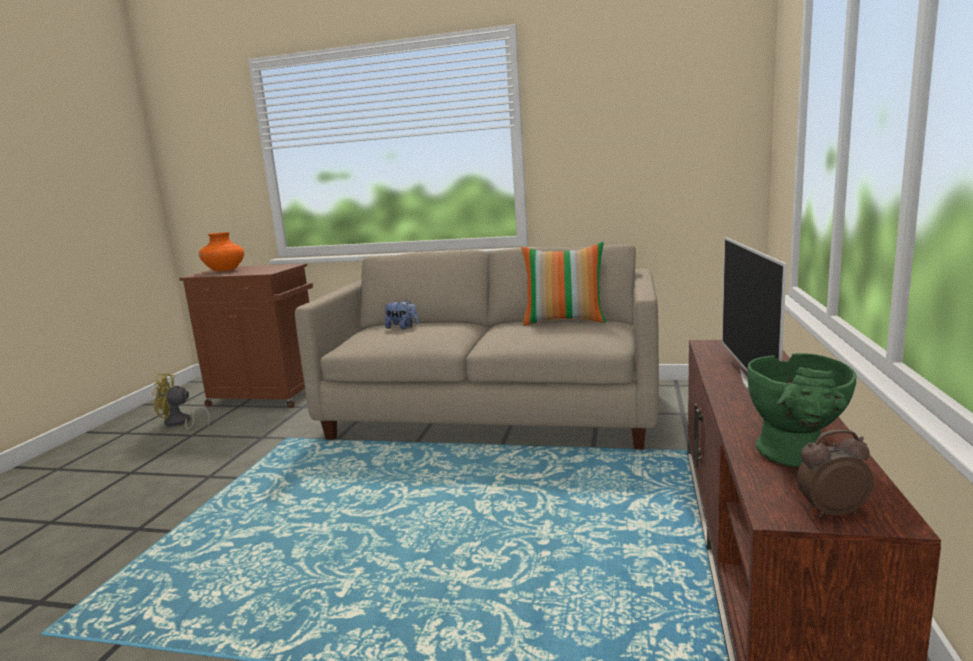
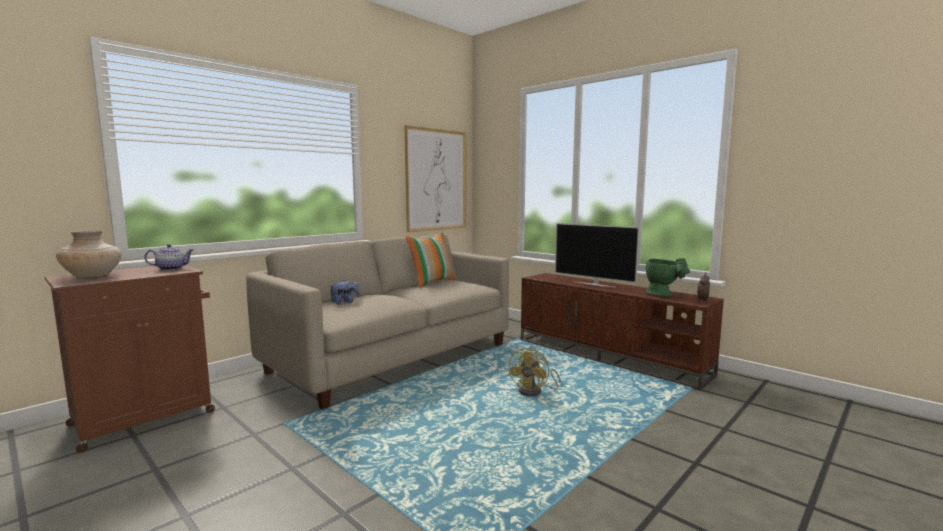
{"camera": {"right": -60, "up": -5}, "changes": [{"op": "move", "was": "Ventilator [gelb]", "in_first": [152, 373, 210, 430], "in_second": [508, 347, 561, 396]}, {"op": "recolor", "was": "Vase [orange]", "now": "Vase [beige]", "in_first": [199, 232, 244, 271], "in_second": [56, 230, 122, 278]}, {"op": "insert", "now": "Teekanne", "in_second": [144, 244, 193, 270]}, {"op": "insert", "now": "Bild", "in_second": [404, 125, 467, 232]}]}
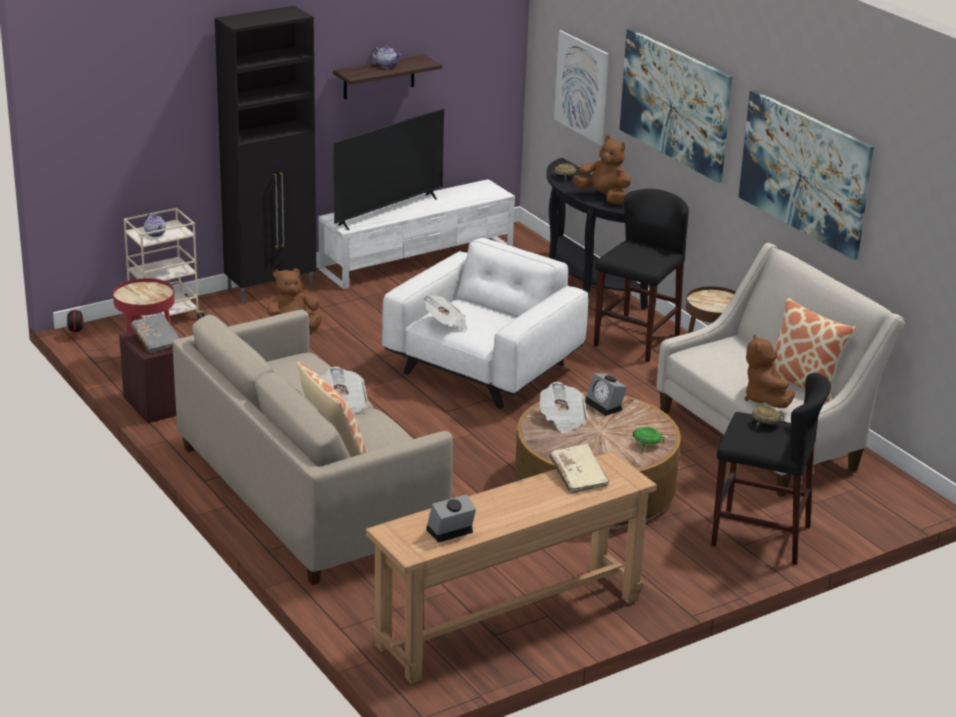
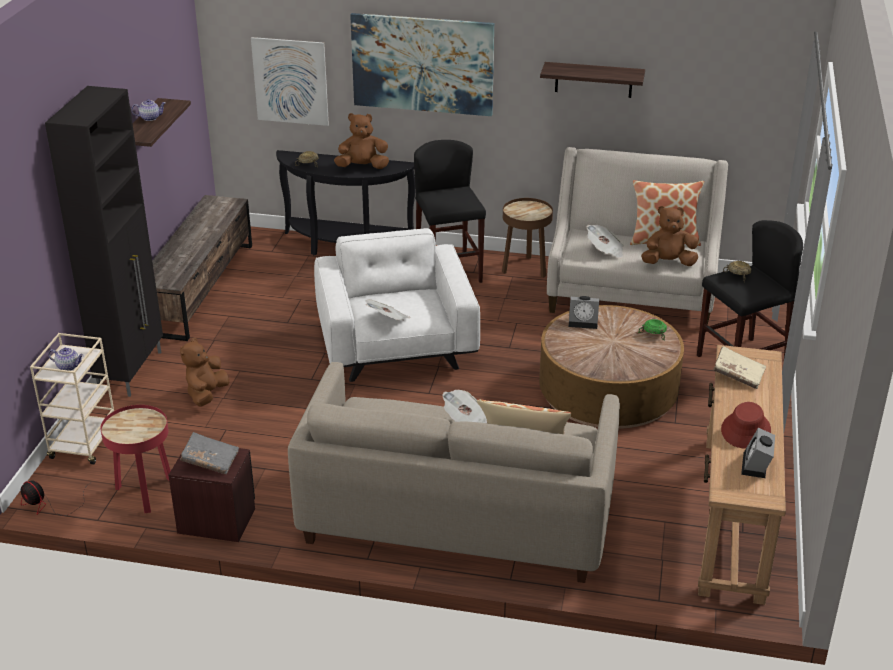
{"camera": {"right": -45, "up": 5}, "changes": [{"op": "recolor", "was": "Fernsehschrank [weiß]", "now": "Fernsehschrank [braun]", "in_first": [318, 179, 515, 289], "in_second": [152, 195, 252, 341]}, {"op": "delete", "was": "Fernseher", "in_first": [333, 109, 444, 230]}, {"op": "move", "was": "Zeitung", "in_first": [539, 382, 587, 433], "in_second": [587, 225, 624, 258]}, {"op": "replace", "was": "Bild", "now": "Wandregal", "in_first": [739, 90, 874, 260], "in_second": [540, 62, 645, 98]}, {"op": "rotate", "was": "Plüschtier [braun]", "in_first": [744, 334, 795, 408], "in_second": [641, 206, 699, 266], "clockwise": 135}, {"op": "insert", "now": "Hut [rot]", "in_second": [721, 402, 771, 449]}]}
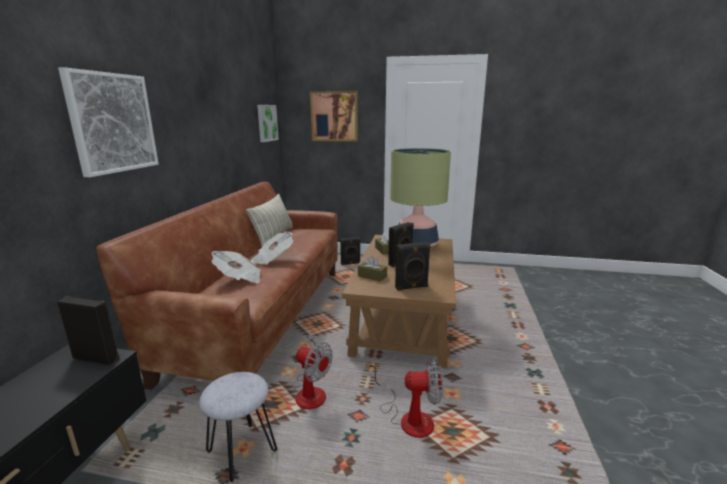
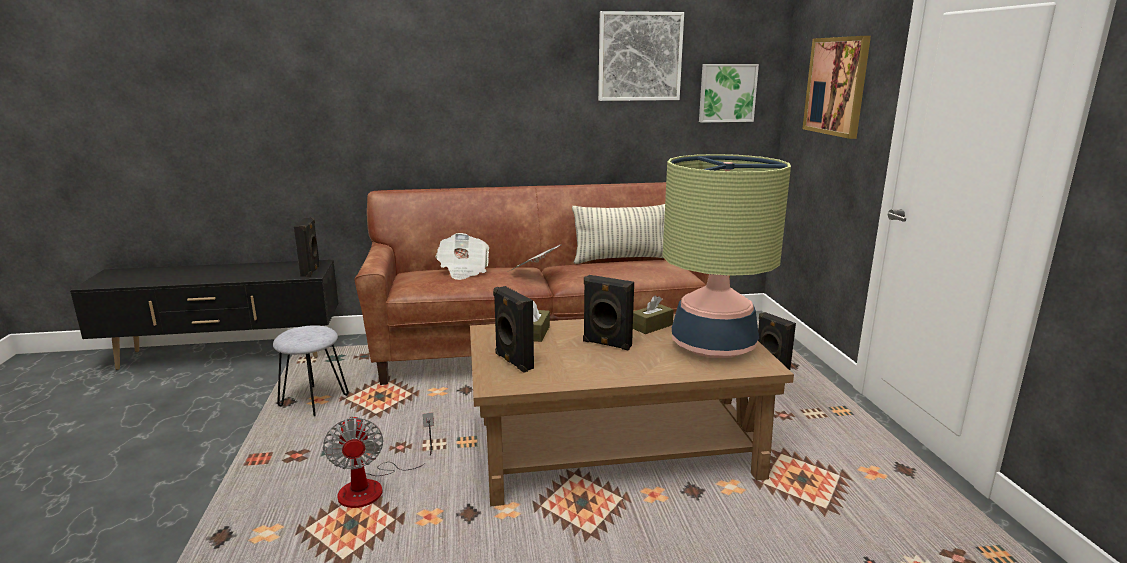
{"camera": {"right": 70, "up": 0}, "changes": [{"op": "move", "was": "Bild", "in_first": [58, 67, 159, 177], "in_second": [598, 11, 684, 101]}, {"op": "delete", "was": "Ventilator", "in_first": [294, 333, 333, 409]}]}
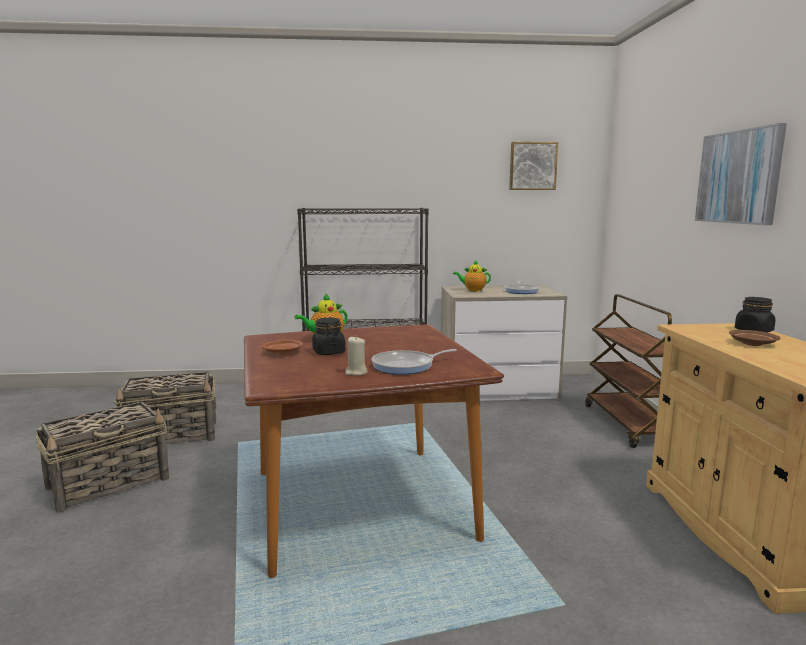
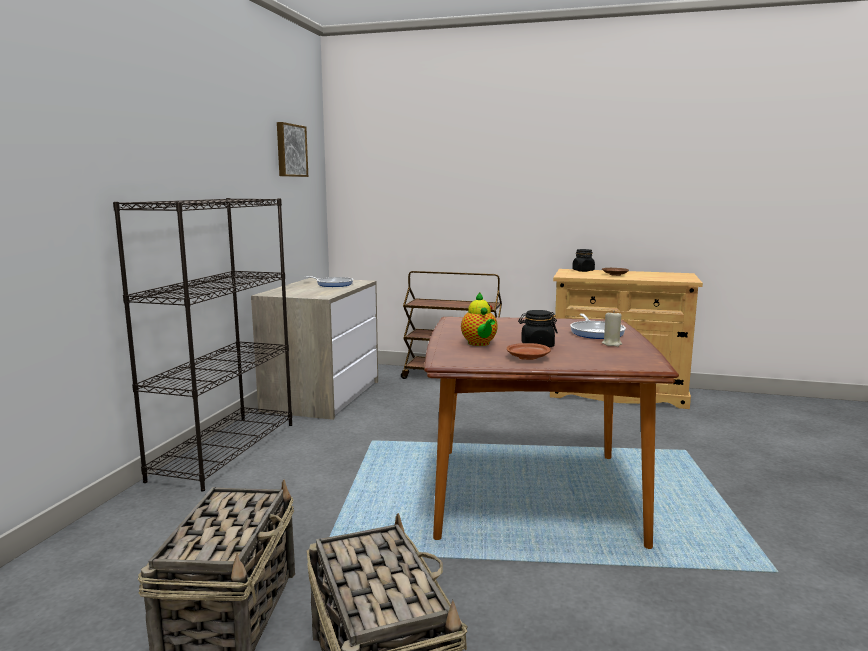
{"camera": {"right": -70, "up": 0}, "changes": [{"op": "delete", "was": "Teekanne", "in_first": [453, 260, 491, 292]}, {"op": "delete", "was": "Bild", "in_first": [695, 123, 787, 225]}]}
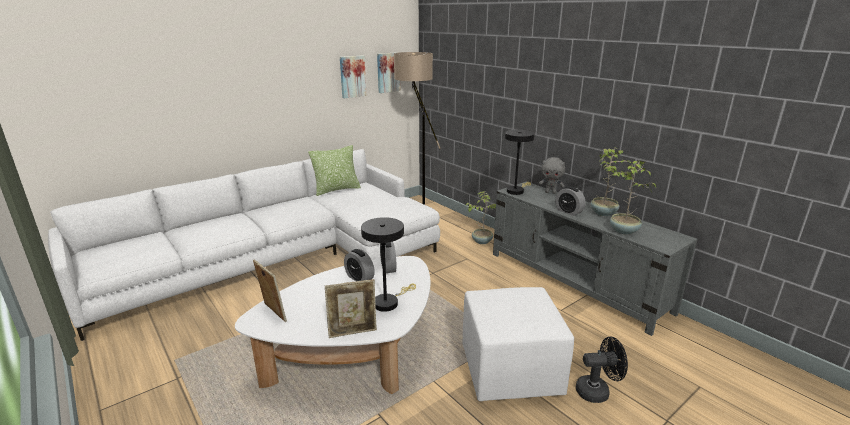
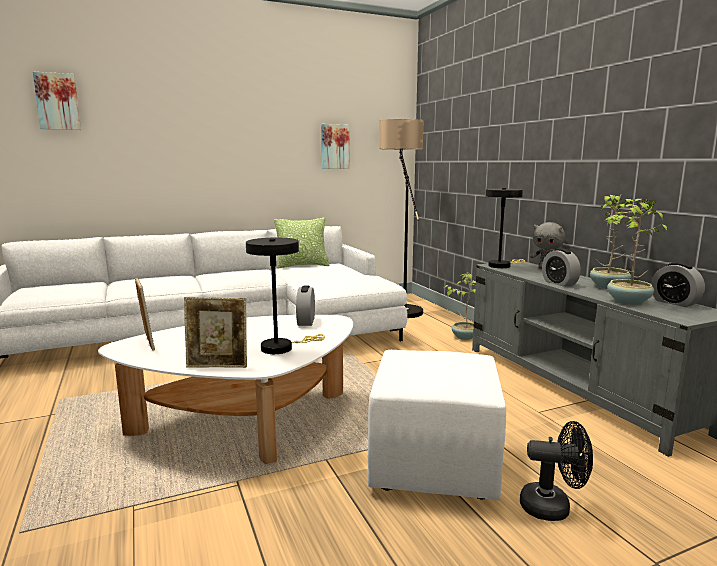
{"camera": {"right": 15, "up": -10}, "changes": [{"op": "move", "was": "Wecker", "in_first": [344, 249, 375, 281], "in_second": [651, 262, 705, 307]}, {"op": "move", "was": "Bild", "in_first": [377, 52, 401, 93], "in_second": [33, 72, 81, 130]}]}
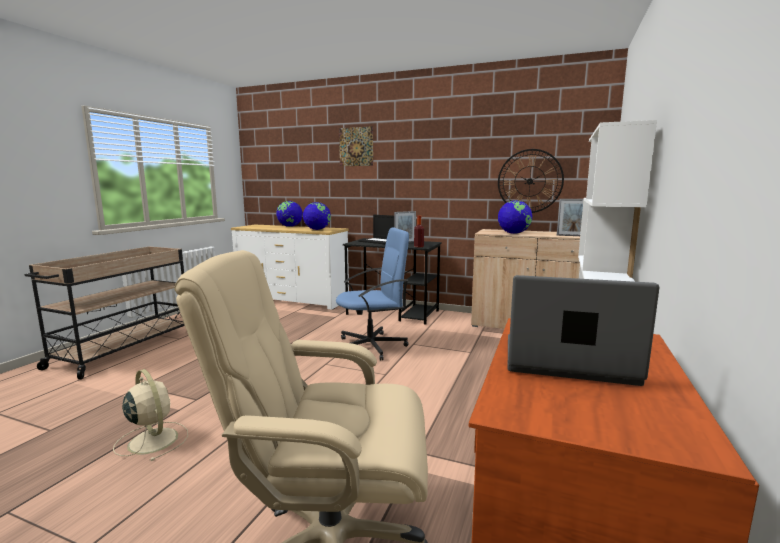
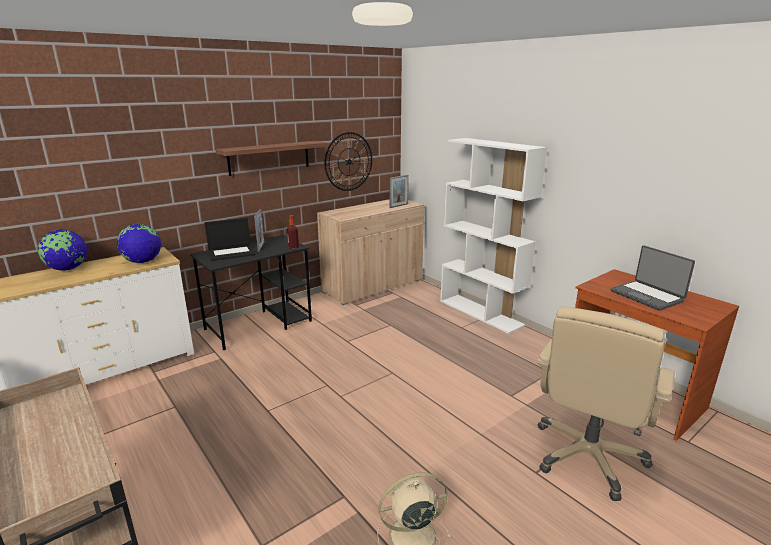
{"camera": {"right": -60, "up": 10}, "changes": [{"op": "delete", "was": "Bürostuhl [blau]", "in_first": [336, 227, 409, 360]}, {"op": "delete", "was": "Bild", "in_first": [339, 126, 373, 166]}, {"op": "delete", "was": "Globus", "in_first": [498, 200, 532, 234]}, {"op": "rotate", "was": "Laptop", "in_first": [508, 275, 660, 386], "in_second": [611, 245, 695, 311], "clockwise": -75}, {"op": "insert", "now": "Wandregal", "in_second": [216, 141, 326, 176]}]}
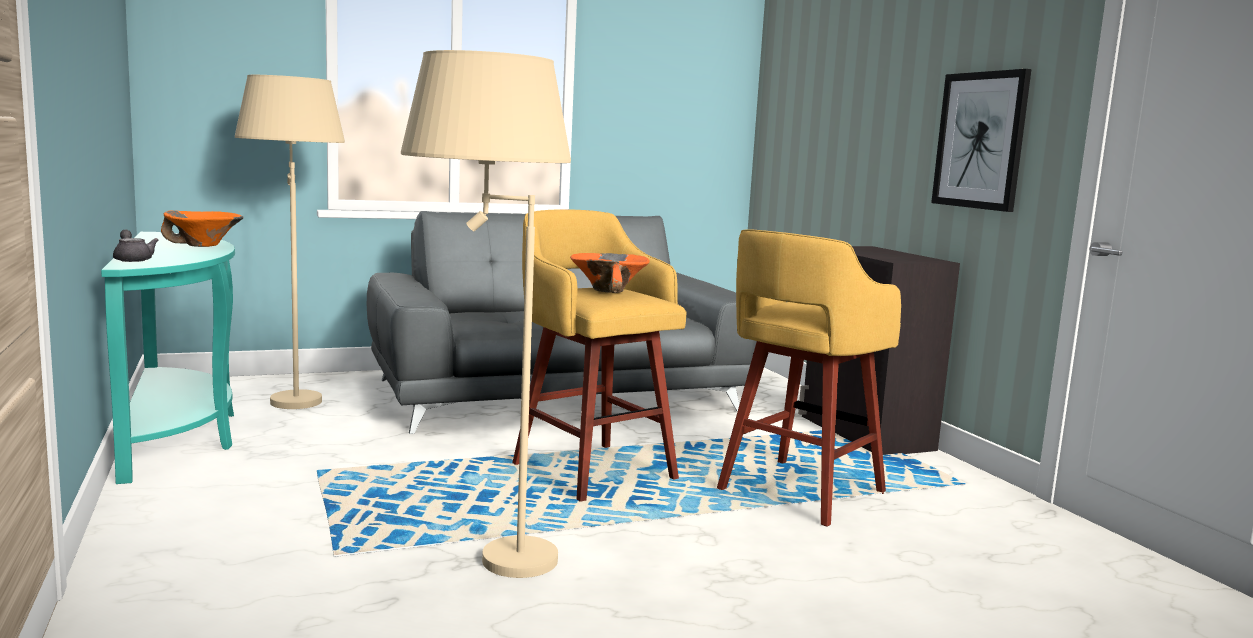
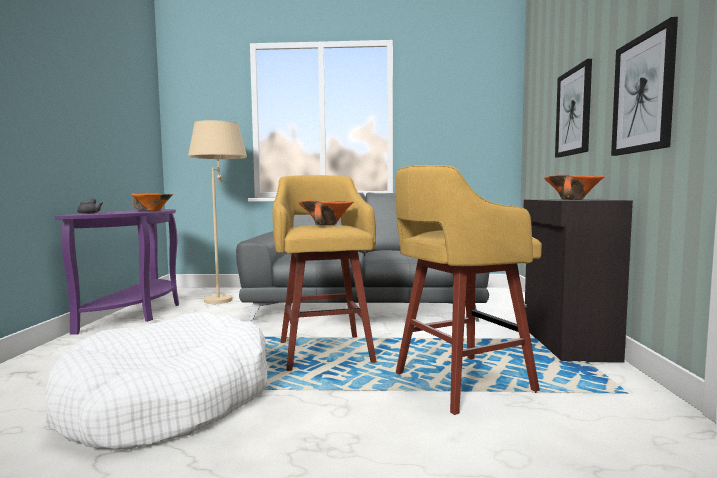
{"camera": {"right": 25, "up": -5}, "changes": [{"op": "recolor", "was": "Konsolentisch [türkis]", "now": "Konsolentisch [lila]", "in_first": [101, 232, 235, 484], "in_second": [55, 209, 179, 335]}, {"op": "replace", "was": "Stehlampe [beige]", "now": "Hundebett [weiß]", "in_first": [401, 50, 571, 578], "in_second": [44, 311, 268, 450]}, {"op": "insert", "now": "Schüssel [orange]", "in_second": [544, 175, 605, 200]}, {"op": "insert", "now": "Bild", "in_second": [555, 59, 592, 158]}]}
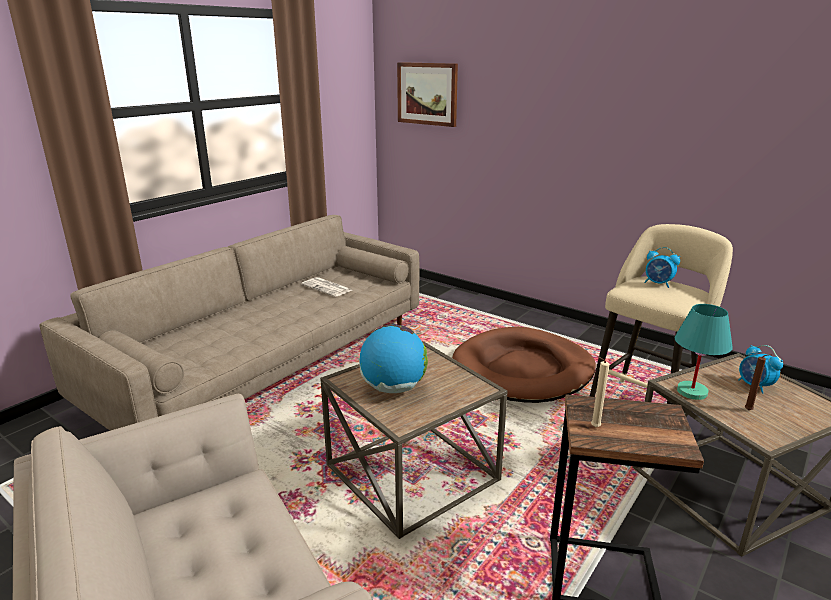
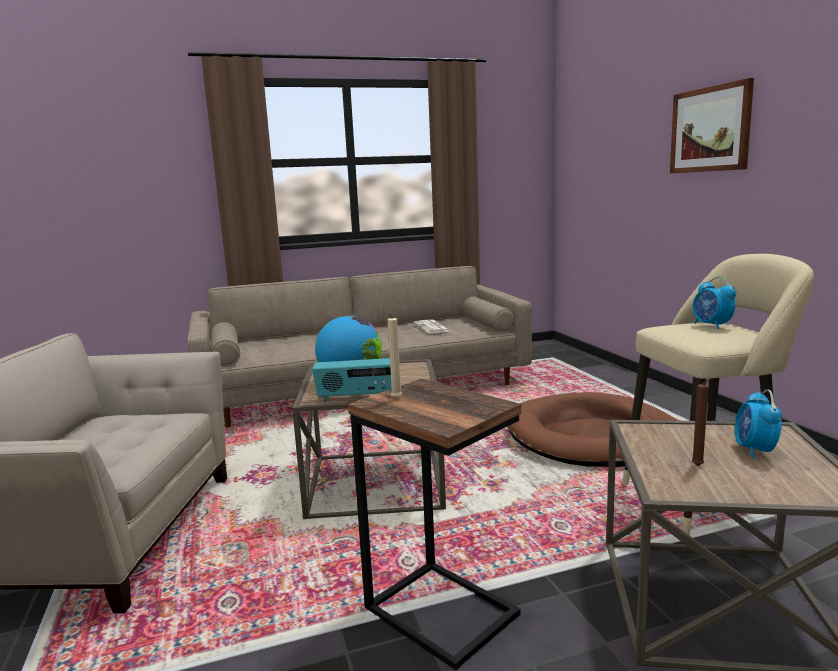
{"camera": {"right": 35, "up": -10}, "changes": [{"op": "move", "was": "Bild", "in_first": [397, 62, 458, 127], "in_second": [670, 78, 754, 173]}, {"op": "delete", "was": "Tischlampe [türkis]", "in_first": [675, 304, 733, 400]}, {"op": "insert", "now": "Radio", "in_second": [312, 358, 392, 401]}]}
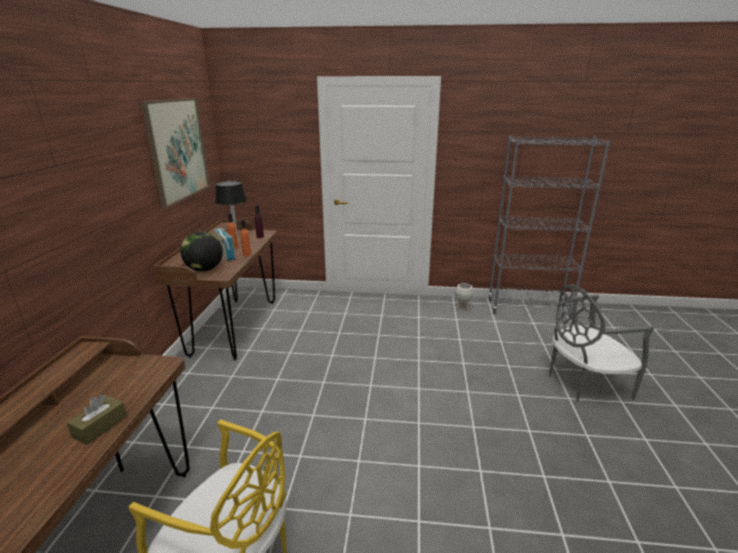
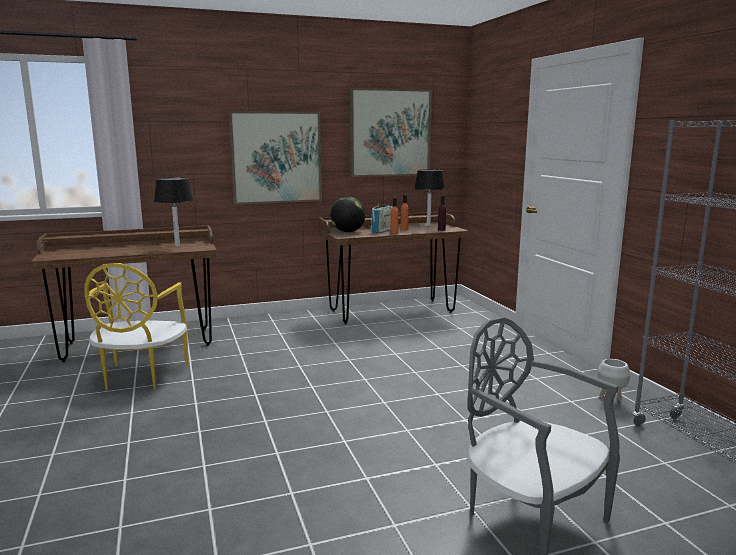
{"camera": {"right": 65, "up": -10}, "changes": [{"op": "delete", "was": "Taschentuchbox [braun]", "in_first": [67, 395, 127, 445]}, {"op": "insert", "now": "Tischlampe [schwarz]", "in_second": [154, 178, 193, 247]}, {"op": "insert", "now": "Bild", "in_second": [229, 111, 322, 204]}]}
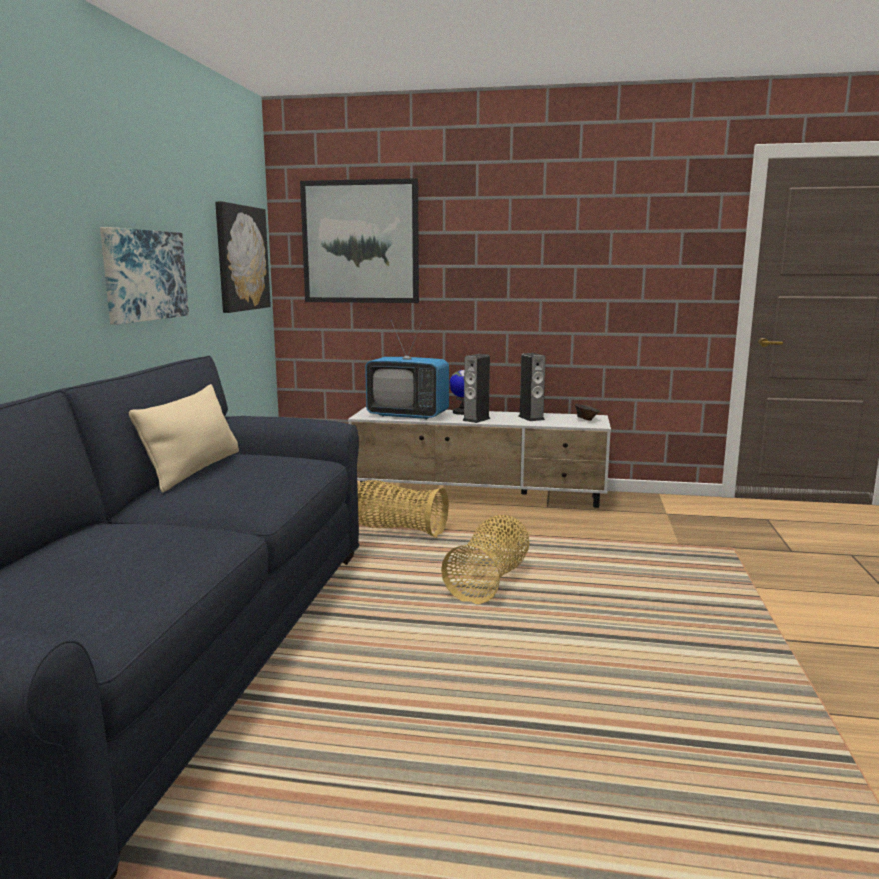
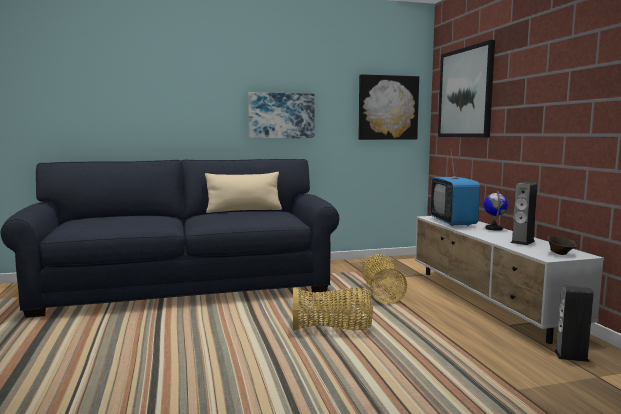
{"camera": {"right": 65, "up": -5}, "changes": [{"op": "move", "was": "Lautsprecher", "in_first": [462, 354, 491, 423], "in_second": [554, 286, 594, 362]}]}
